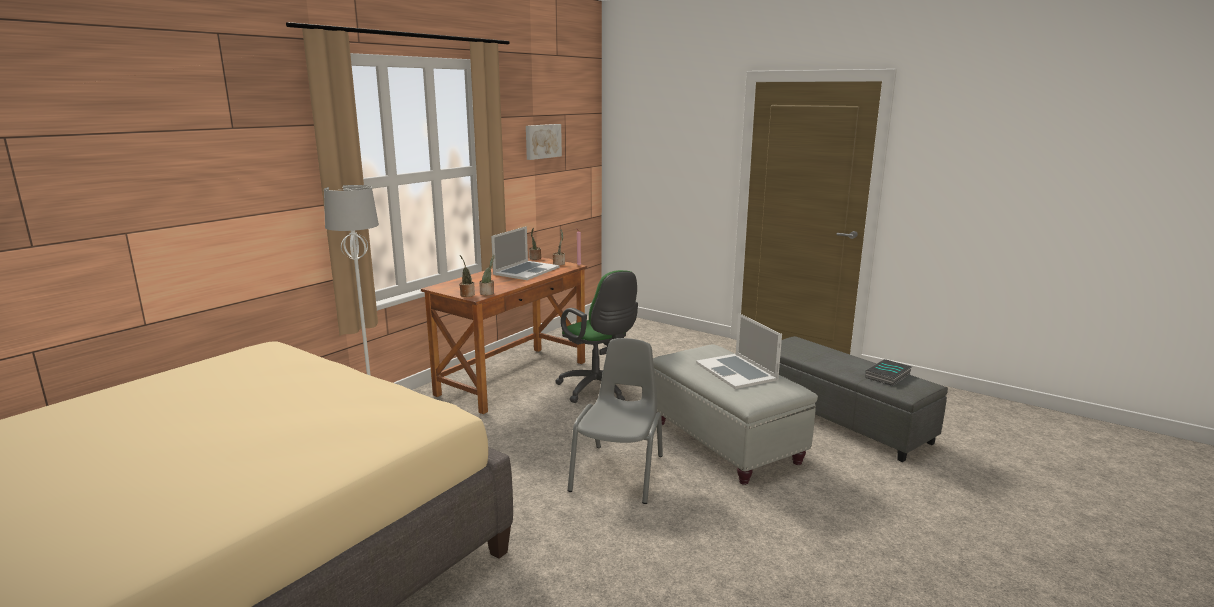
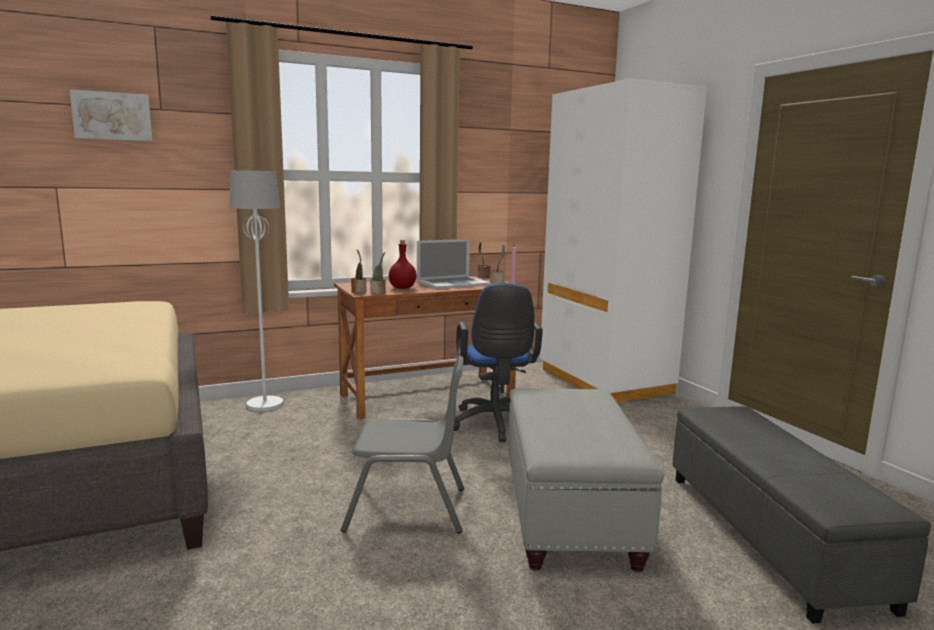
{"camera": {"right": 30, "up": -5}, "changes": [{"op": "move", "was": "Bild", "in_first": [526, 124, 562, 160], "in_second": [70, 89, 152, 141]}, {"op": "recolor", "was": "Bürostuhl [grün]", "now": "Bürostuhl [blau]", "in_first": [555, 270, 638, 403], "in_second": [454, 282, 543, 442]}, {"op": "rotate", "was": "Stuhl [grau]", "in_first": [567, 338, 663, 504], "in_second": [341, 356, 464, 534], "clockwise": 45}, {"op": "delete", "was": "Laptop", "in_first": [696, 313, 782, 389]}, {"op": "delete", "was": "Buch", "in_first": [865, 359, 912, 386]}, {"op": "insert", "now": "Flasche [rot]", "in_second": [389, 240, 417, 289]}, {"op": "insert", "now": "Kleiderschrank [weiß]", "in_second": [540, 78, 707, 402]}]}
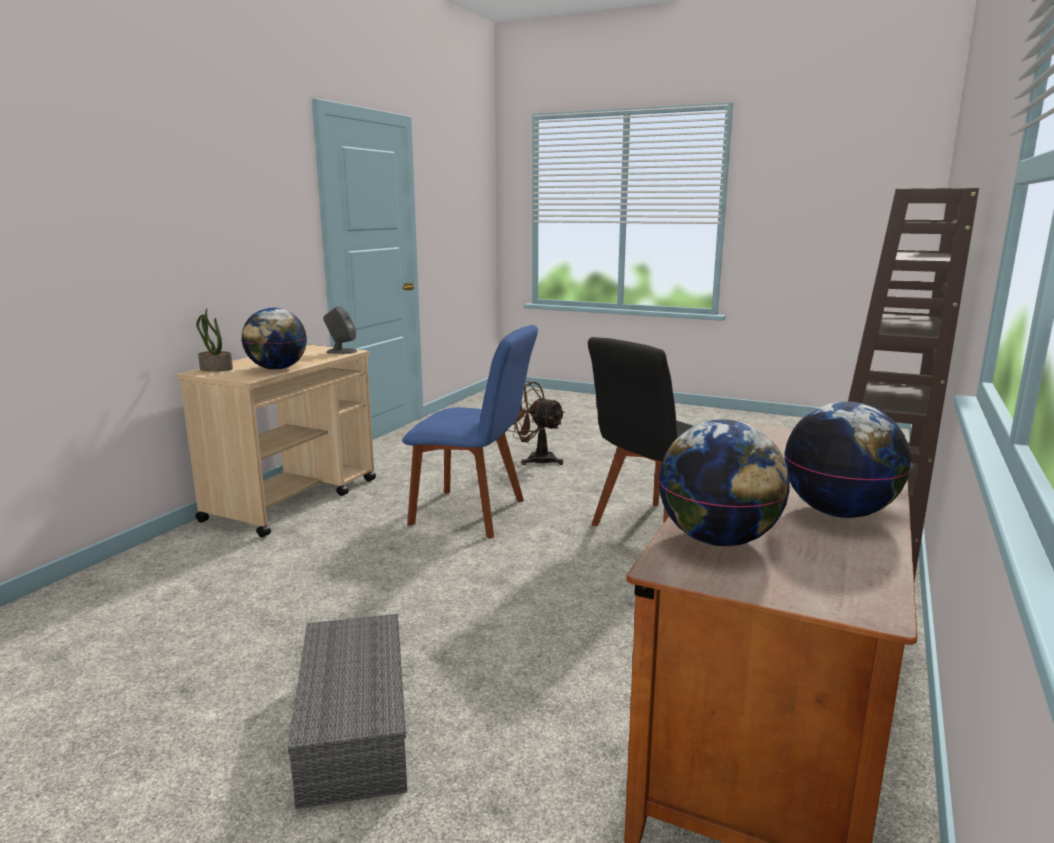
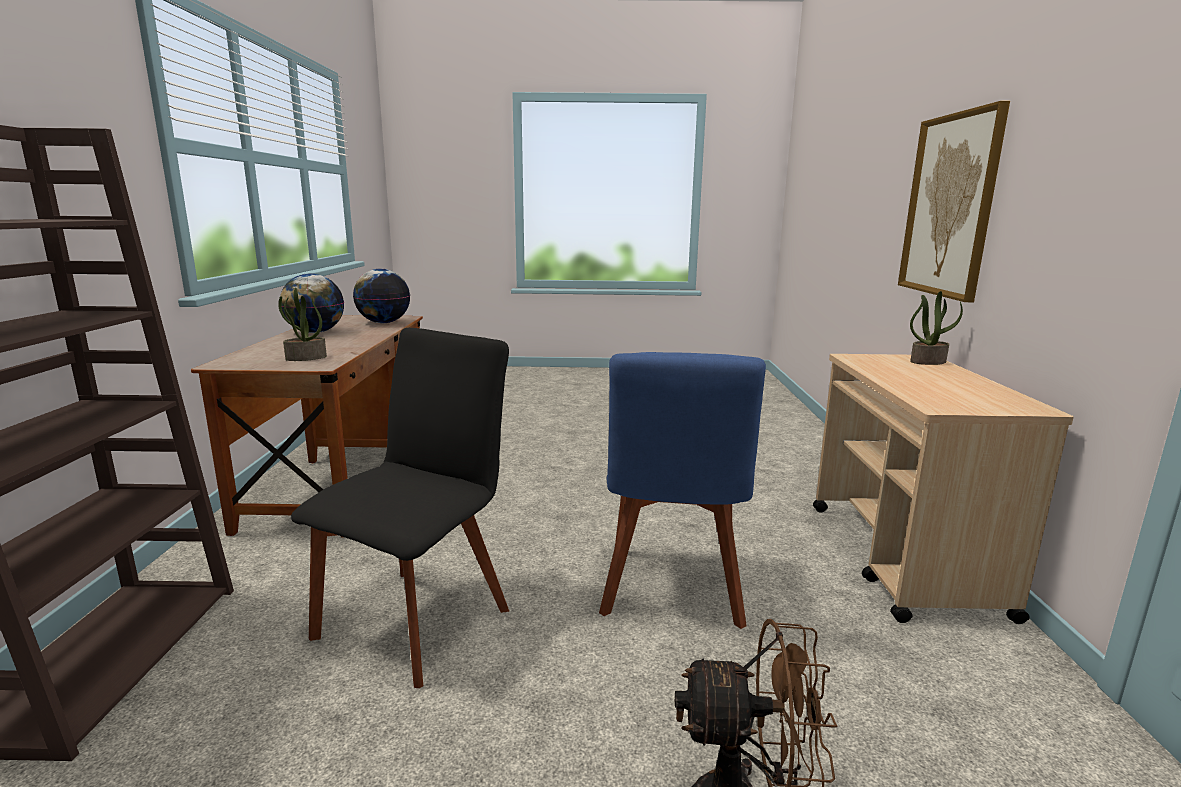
{"camera": {"right": 155, "up": 0}, "changes": [{"op": "delete", "was": "Globus", "in_first": [241, 308, 307, 370]}, {"op": "delete", "was": "Aufbewahrungsbox [grau]", "in_first": [288, 614, 407, 809]}, {"op": "delete", "was": "Lautsprecher [grau]", "in_first": [323, 306, 357, 354]}, {"op": "rotate", "was": "Stuhl [blau]", "in_first": [402, 325, 538, 539], "in_second": [599, 352, 766, 629], "clockwise": -75}, {"op": "insert", "now": "Topfpflanze", "in_second": [278, 288, 327, 361]}, {"op": "insert", "now": "Bild", "in_second": [898, 101, 1010, 302]}]}
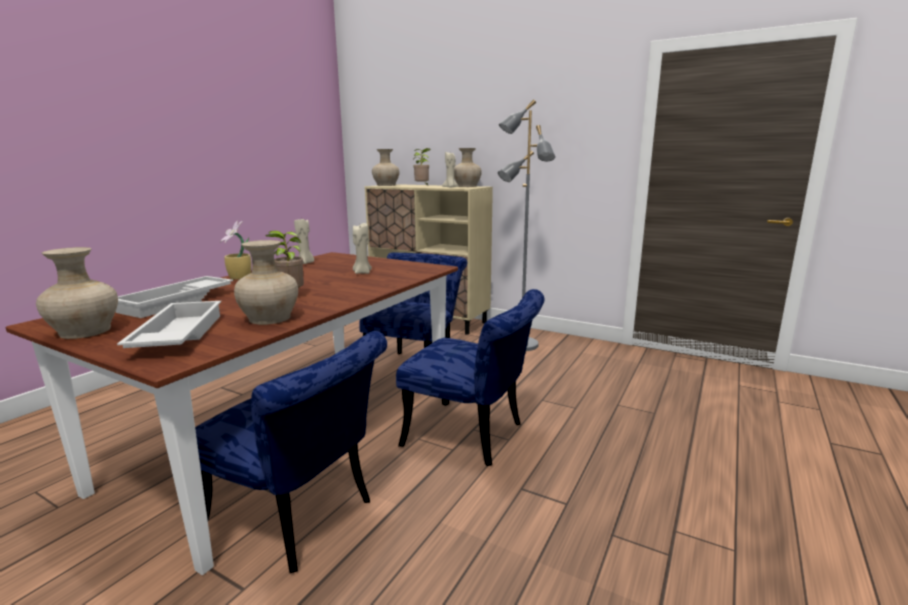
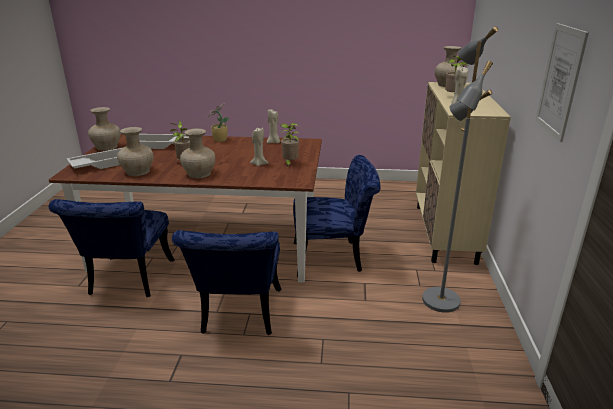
{"camera": {"right": 65, "up": 10}, "changes": [{"op": "move", "was": "Vase [beige]", "in_first": [454, 148, 482, 187], "in_second": [180, 128, 215, 178]}, {"op": "insert", "now": "Topfpflanze", "in_second": [280, 123, 299, 167]}, {"op": "insert", "now": "Bild", "in_second": [535, 23, 589, 142]}]}
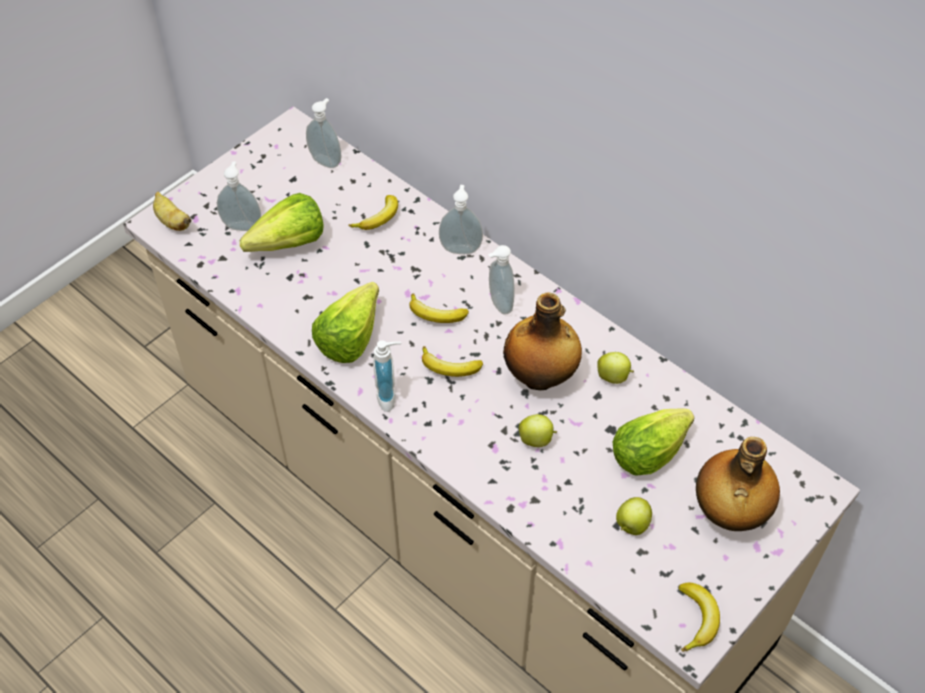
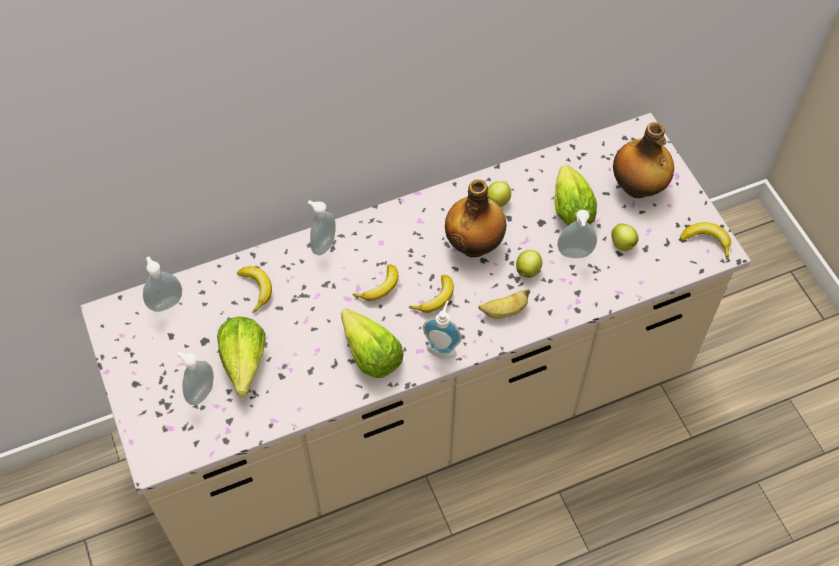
{"camera": {"right": -65, "up": 5}, "changes": [{"op": "move", "was": "Banane", "in_first": [153, 191, 192, 231], "in_second": [478, 289, 530, 319]}, {"op": "move", "was": "Seifenspender", "in_first": [488, 245, 515, 314], "in_second": [557, 210, 597, 258]}]}
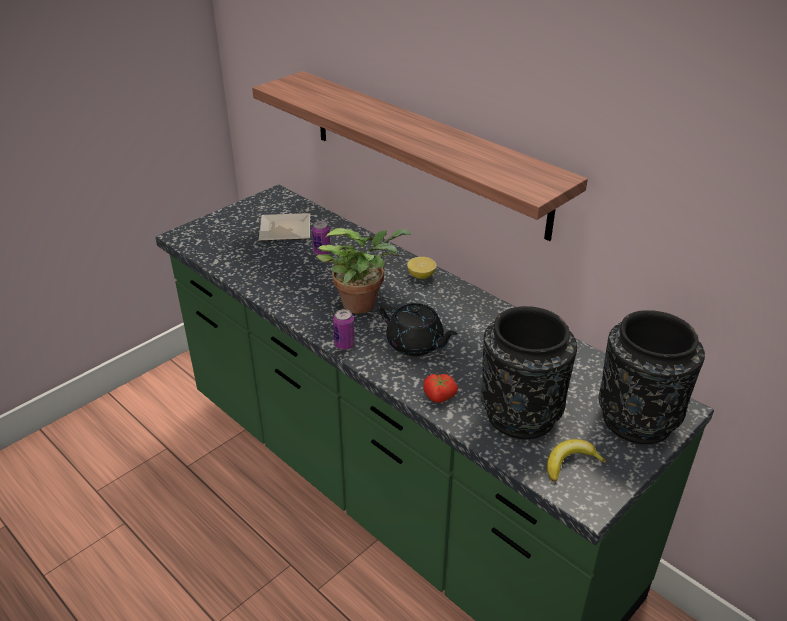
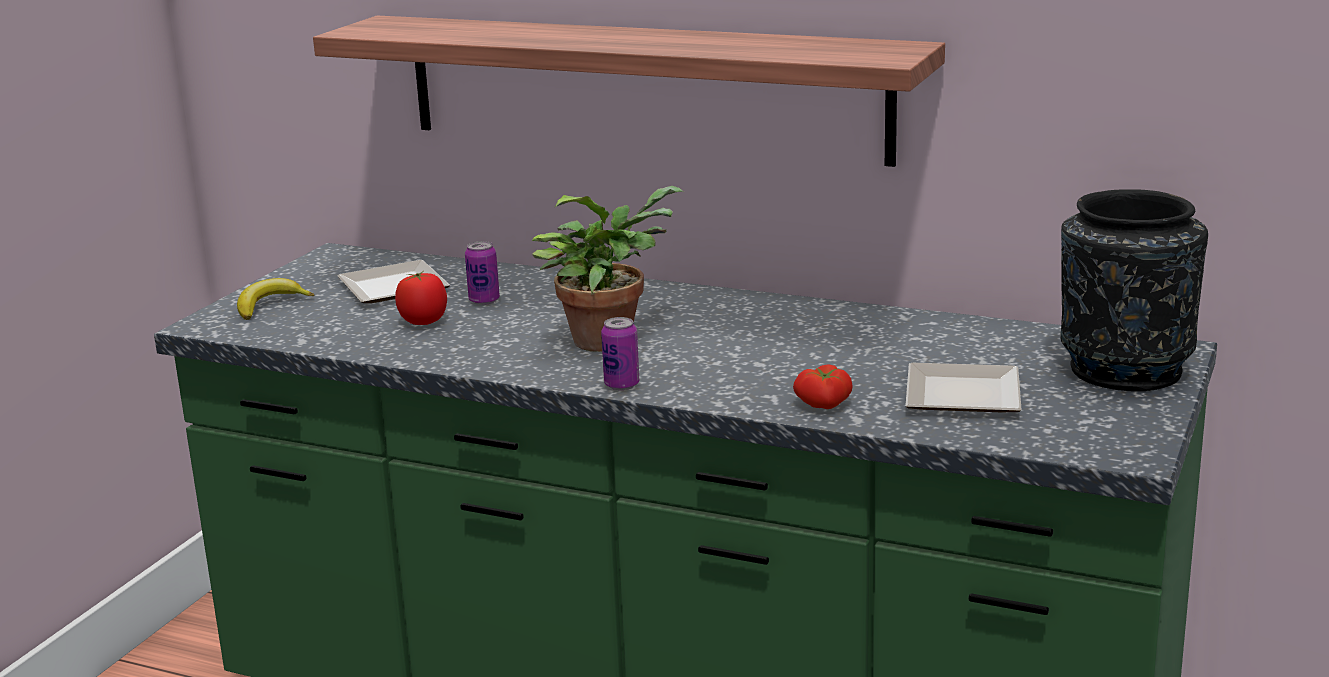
{"camera": {"right": -20, "up": -15}, "changes": [{"op": "delete", "was": "Teekanne [schwarz]", "in_first": [380, 303, 458, 356]}, {"op": "delete", "was": "Zitrone", "in_first": [407, 257, 437, 279]}, {"op": "replace", "was": "Vase [schwarz]", "now": "Teller", "in_first": [481, 306, 577, 439], "in_second": [905, 363, 1022, 412]}, {"op": "move", "was": "Banane", "in_first": [547, 439, 606, 482], "in_second": [237, 278, 314, 320]}, {"op": "insert", "now": "Tomate", "in_second": [395, 272, 447, 325]}]}
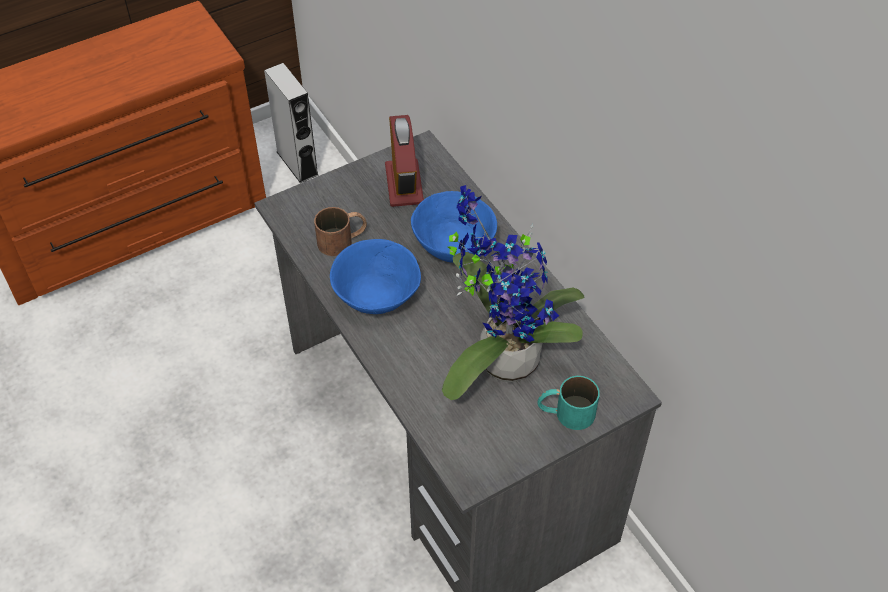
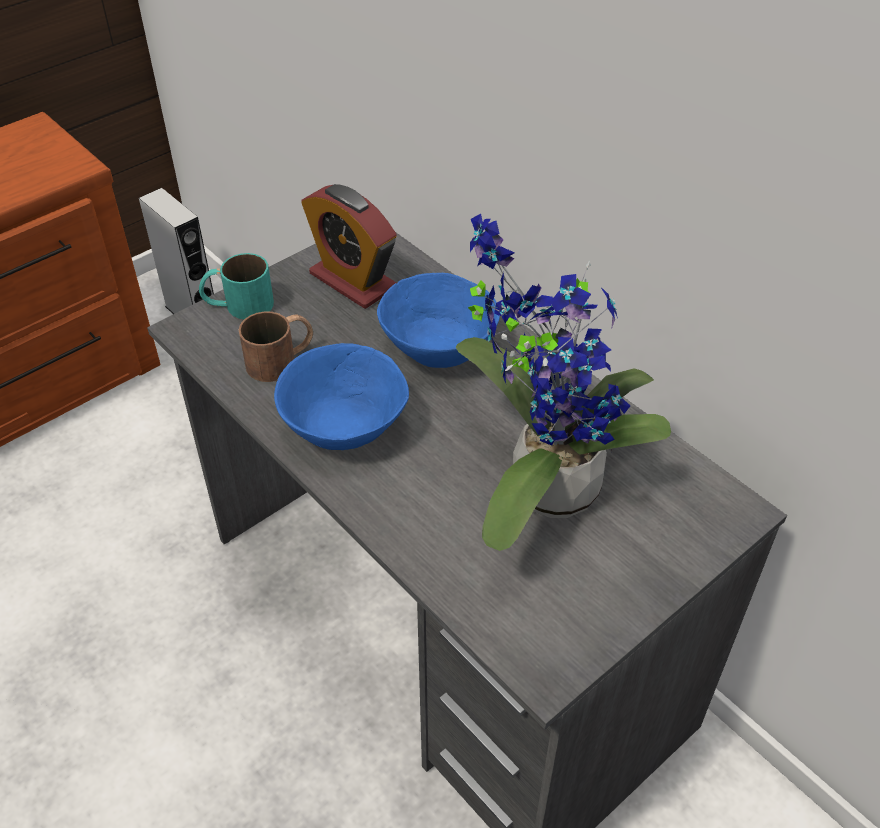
{"camera": {"right": -10, "up": -5}, "changes": [{"op": "rotate", "was": "Wecker", "in_first": [385, 115, 424, 207], "in_second": [301, 184, 397, 309], "clockwise": 150}, {"op": "move", "was": "Henkelbecher [türkis]", "in_first": [537, 376, 600, 430], "in_second": [199, 253, 274, 319]}]}
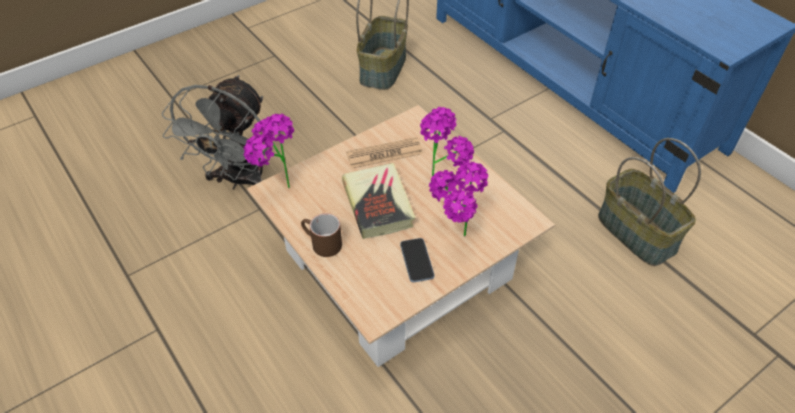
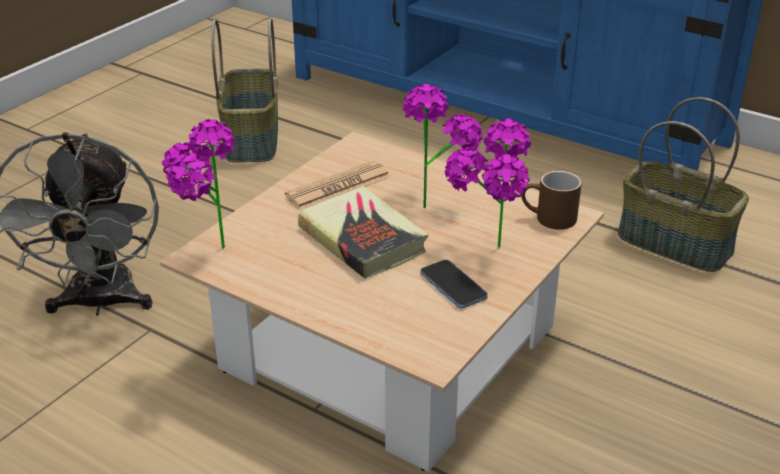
{"camera": {"right": -20, "up": -15}, "changes": [{"op": "move", "was": "Henkelbecher [braun]", "in_first": [301, 213, 342, 257], "in_second": [521, 171, 582, 230]}]}
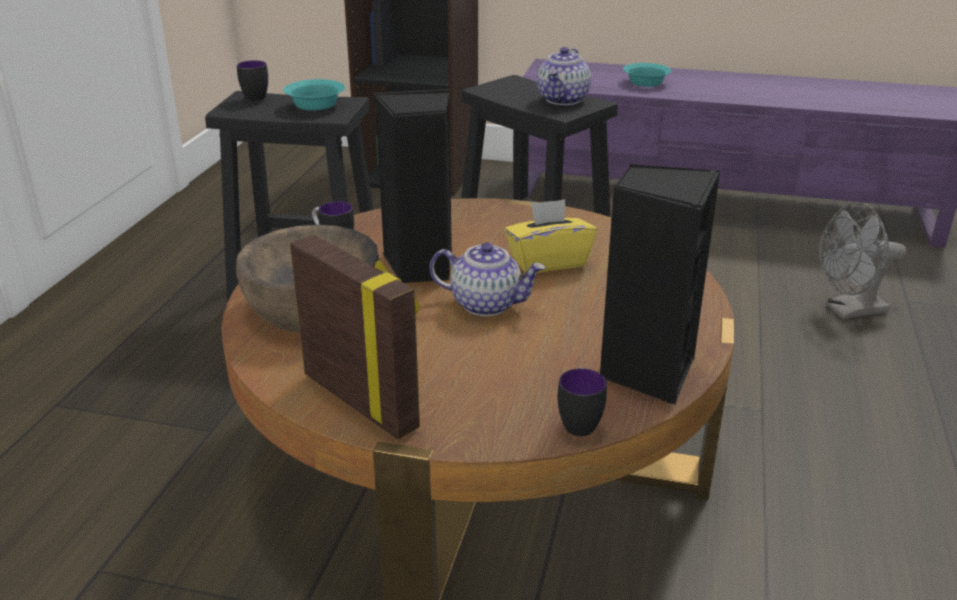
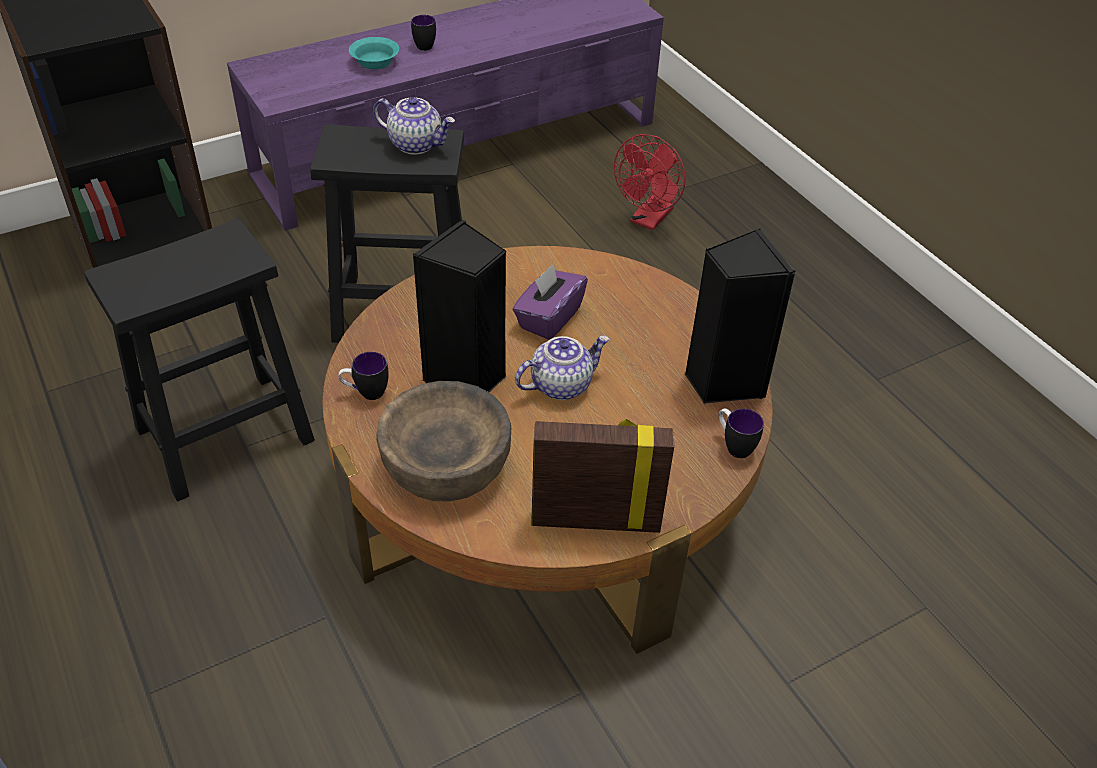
{"camera": {"right": -45, "up": 15}, "changes": [{"op": "move", "was": "Henkelbecher", "in_first": [237, 60, 268, 101], "in_second": [411, 15, 436, 51]}, {"op": "delete", "was": "Schüssel [türkis]", "in_first": [283, 79, 345, 110]}, {"op": "recolor", "was": "Taschentuchbox [gelb]", "now": "Taschentuchbox [lila]", "in_first": [504, 199, 597, 274], "in_second": [513, 263, 588, 340]}, {"op": "rotate", "was": "Teekanne", "in_first": [537, 47, 591, 105], "in_second": [373, 97, 455, 155], "clockwise": -45}, {"op": "recolor", "was": "Ventilator [grau]", "now": "Ventilator [rot]", "in_first": [819, 202, 906, 319], "in_second": [614, 134, 686, 230]}]}
